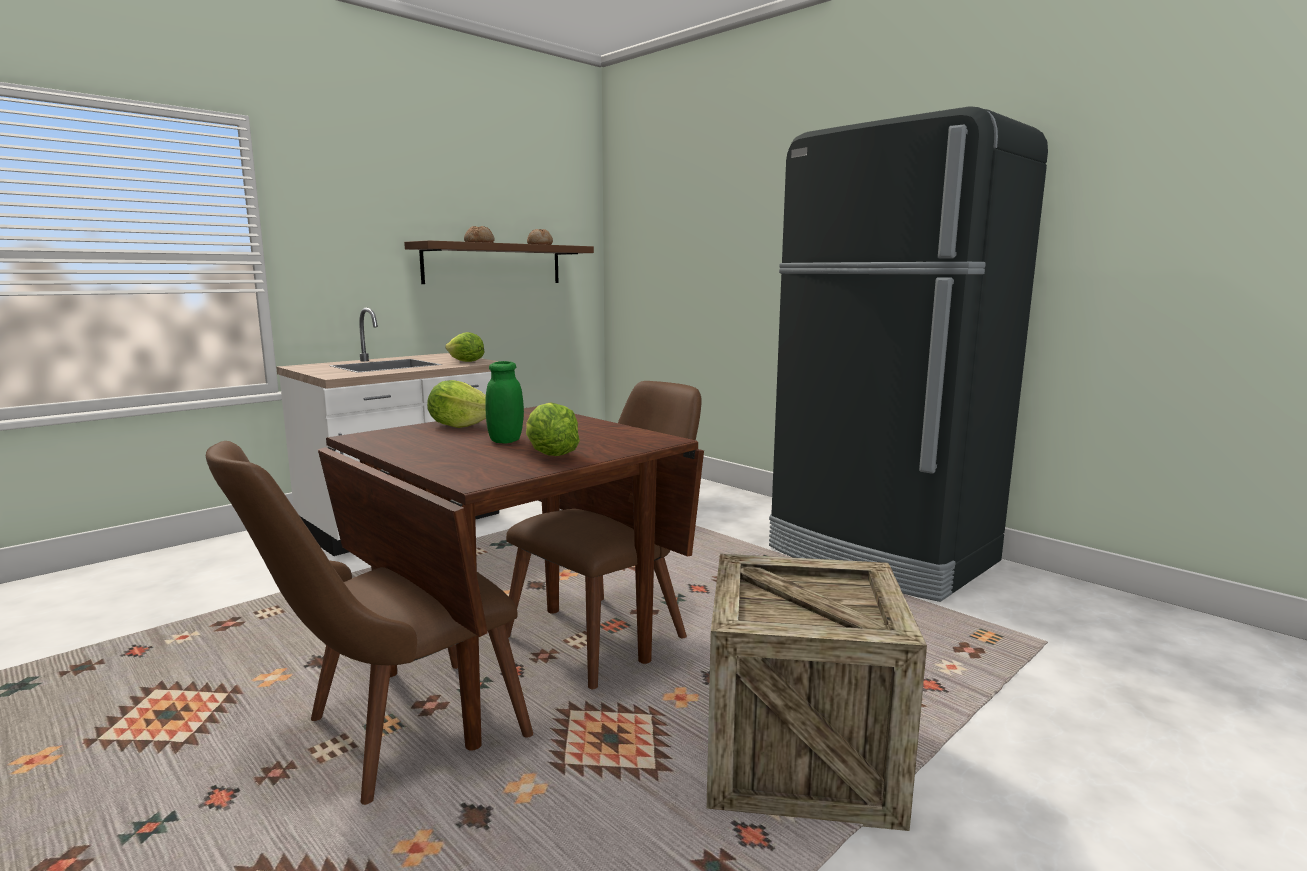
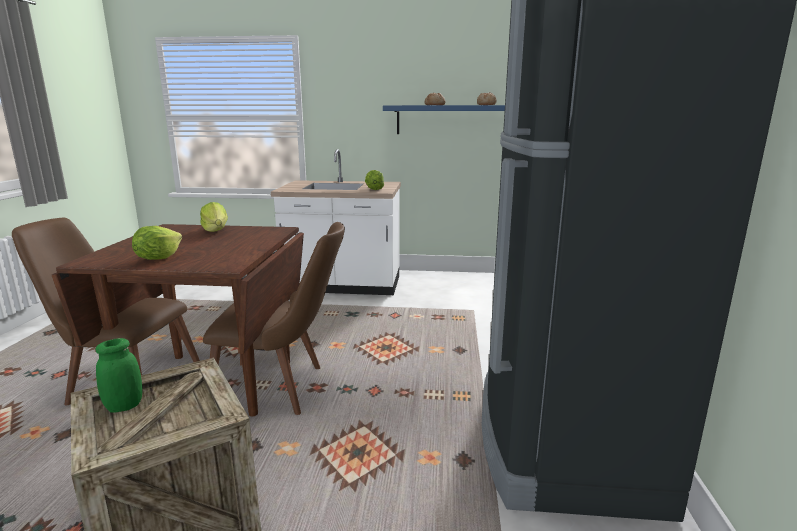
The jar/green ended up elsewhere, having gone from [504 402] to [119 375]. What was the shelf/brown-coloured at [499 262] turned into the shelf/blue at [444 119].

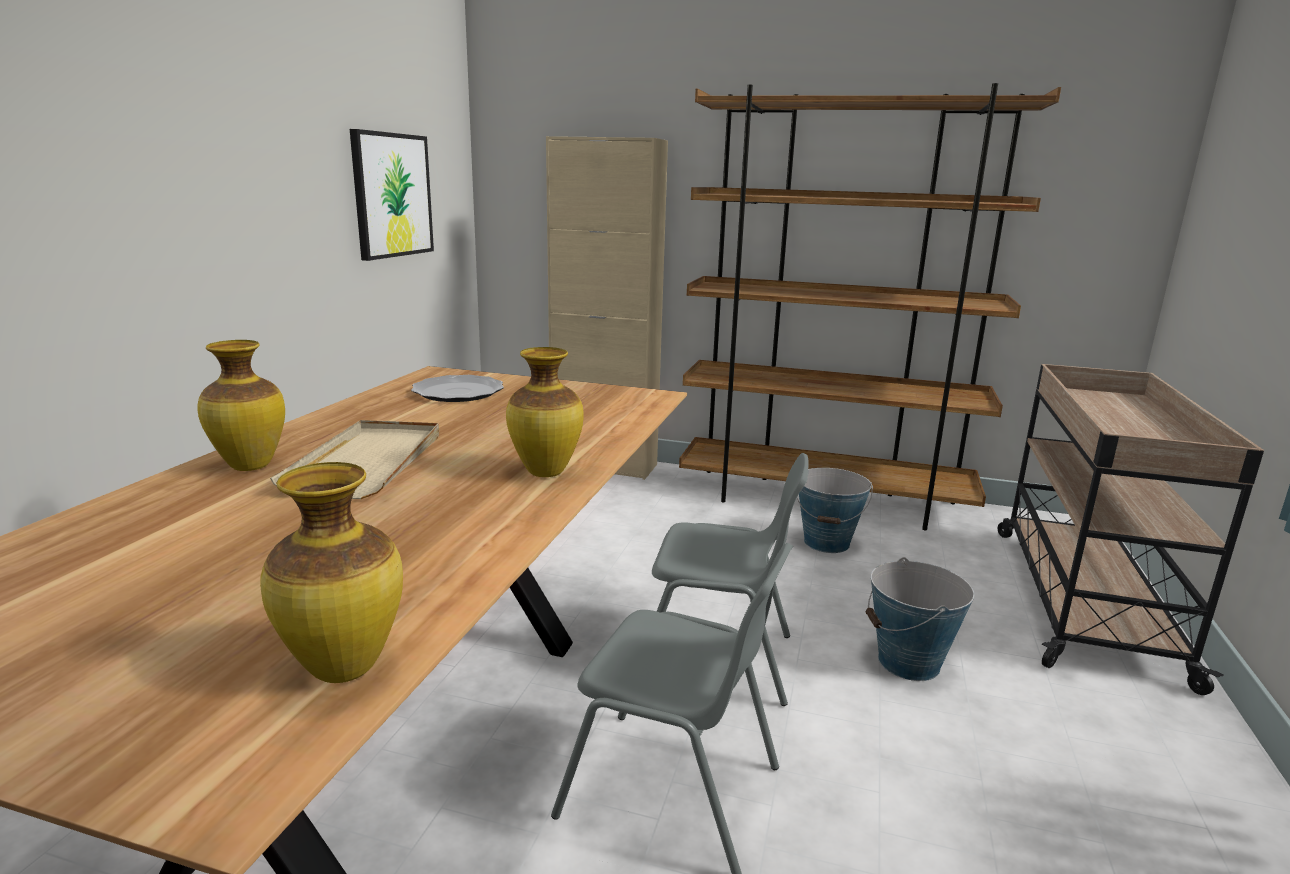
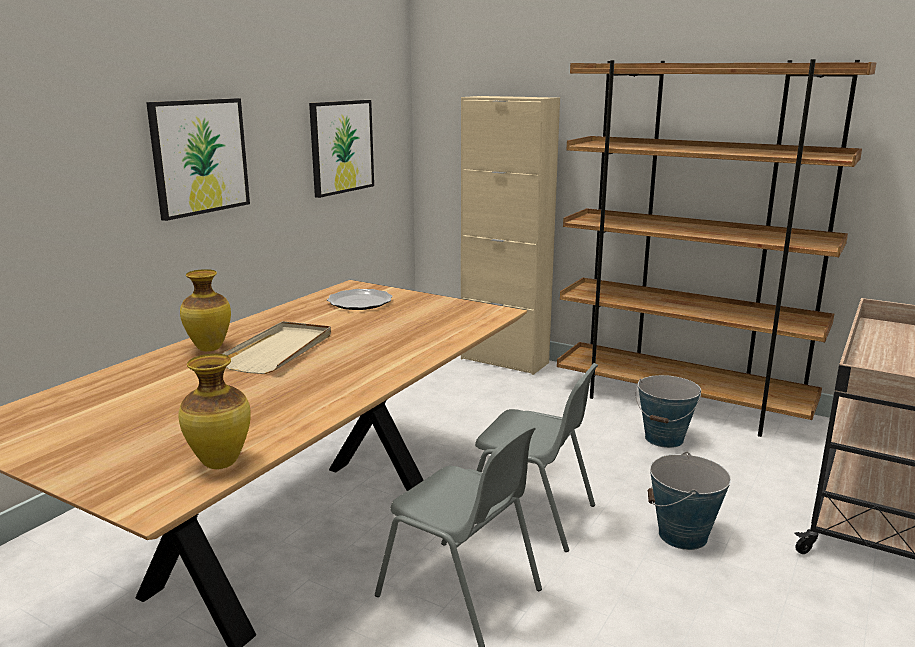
The second view gained the wall art at [198 159]. The second view lost the vase at [544 412].

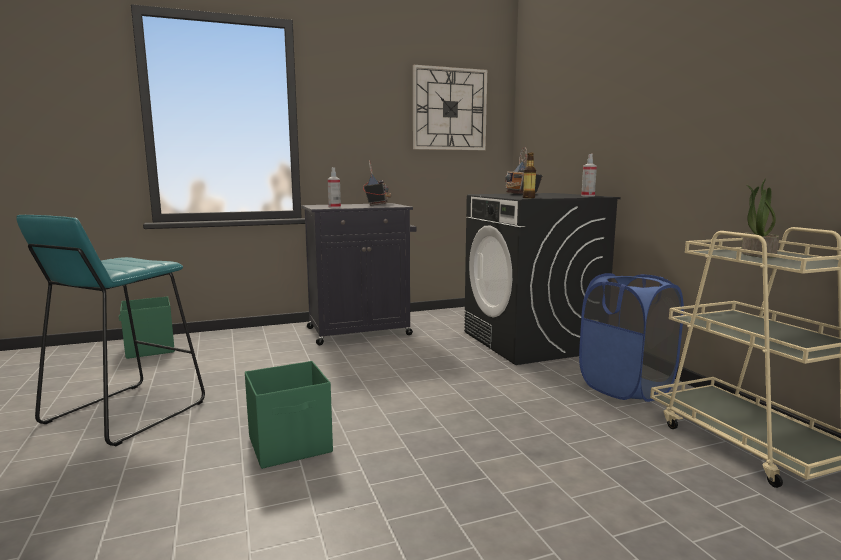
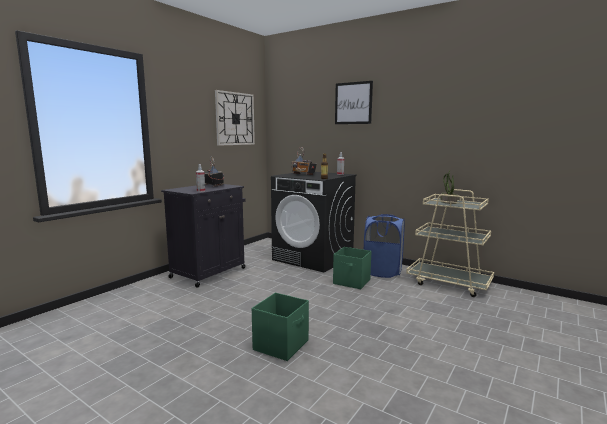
The storage box/green ended up elsewhere, having gone from [147 327] to [352 268]. The second view gained the wall art at [354 102]. The second view lost the sitting stool/turquoise at [110 330].

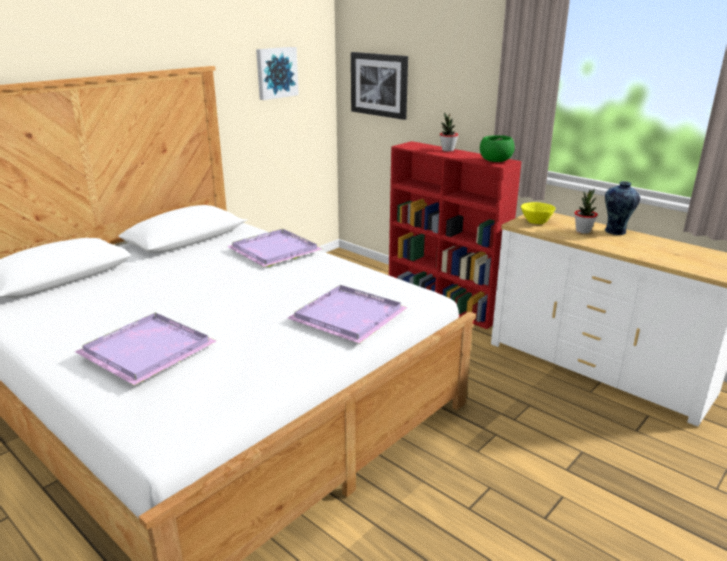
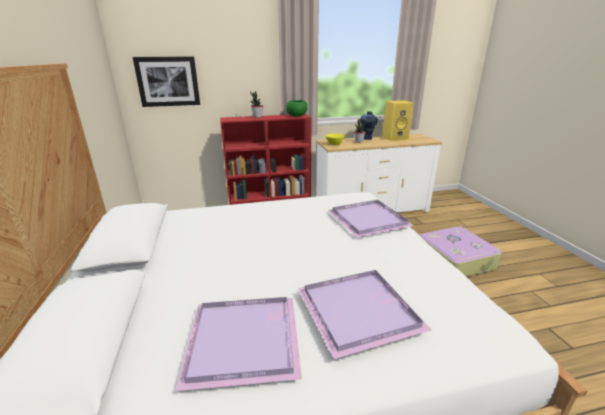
The tray/purple-coloured ended up elsewhere, having gone from [274 248] to [239 344]. The second view gained the speaker/yellow-coloured at [398 120]. The second view gained the piece of luggage at [460 252]. The second view lost the wall art at [277 73].

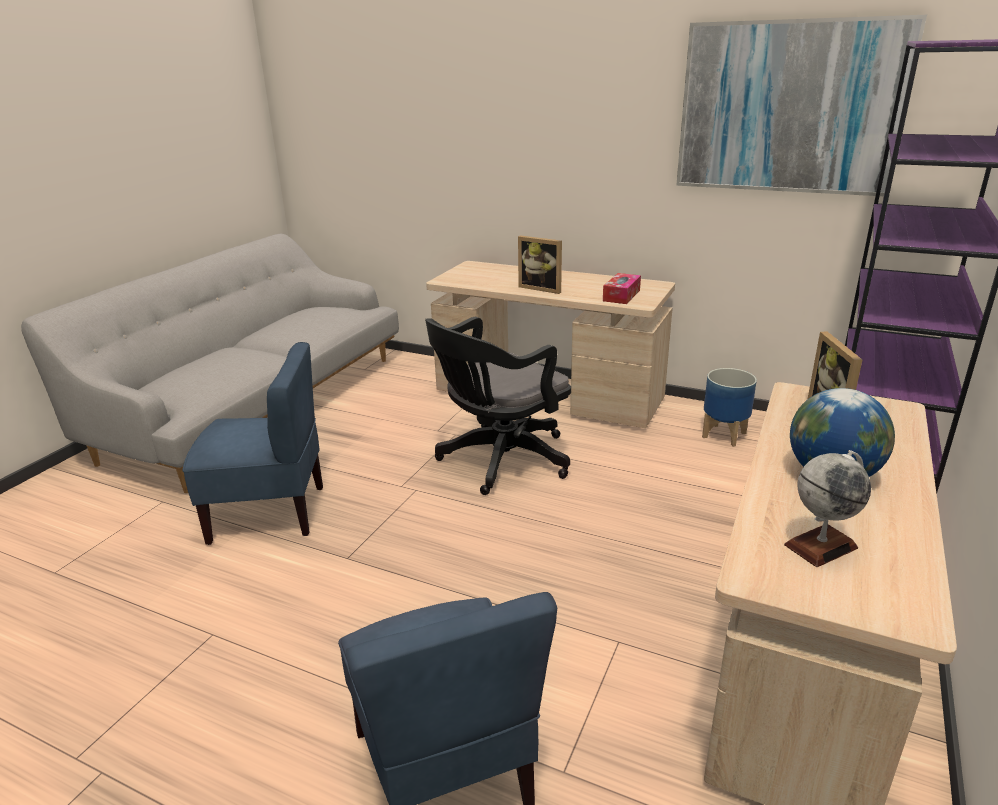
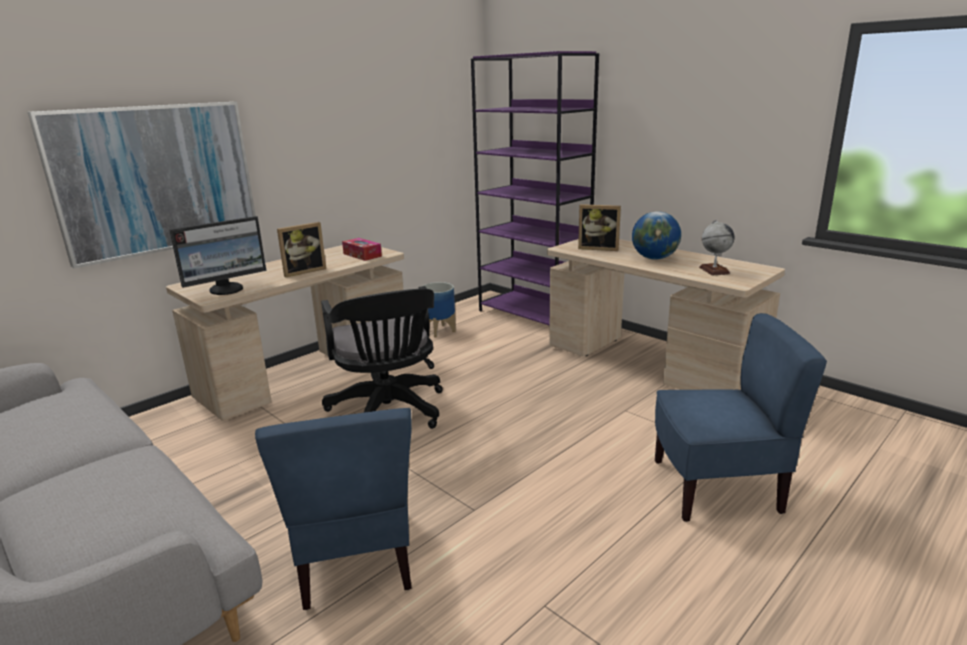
The wall art ended up elsewhere, having gone from [801 105] to [142 185]. The second view gained the monitor at [218 255]. The chair/blue at [252 443] ended up facing another way, 150 degrees clockwise from before.

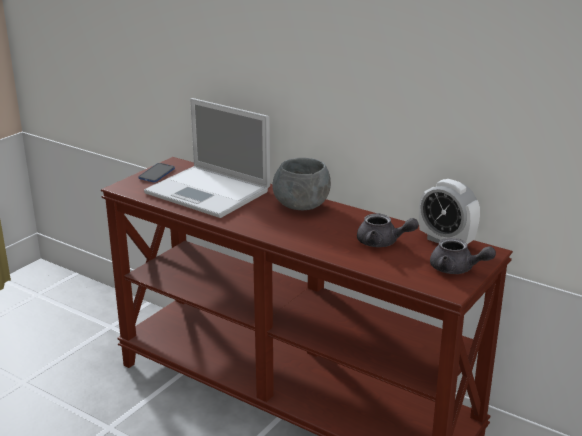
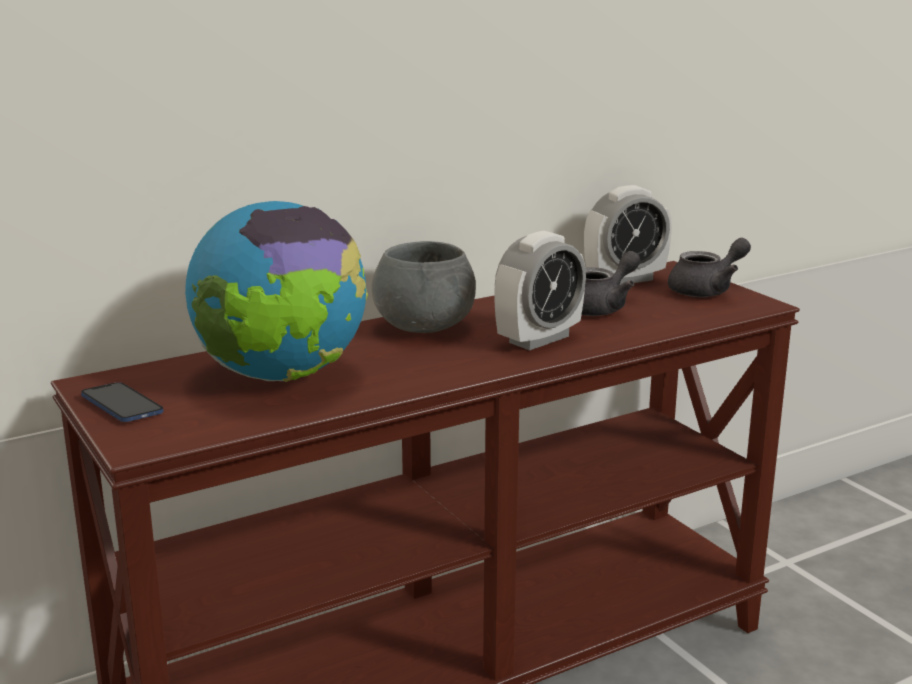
Where the laptop stood at [207 158], the world globe came to stand at [276 291]. The second view gained the bedside clock at [540 290].

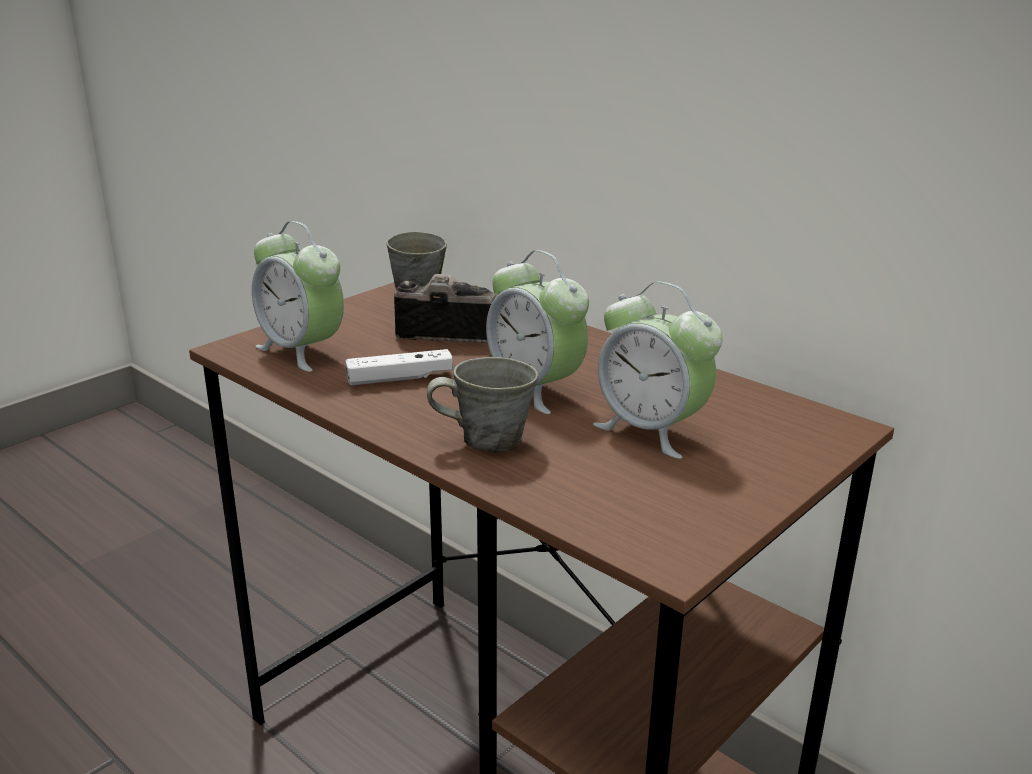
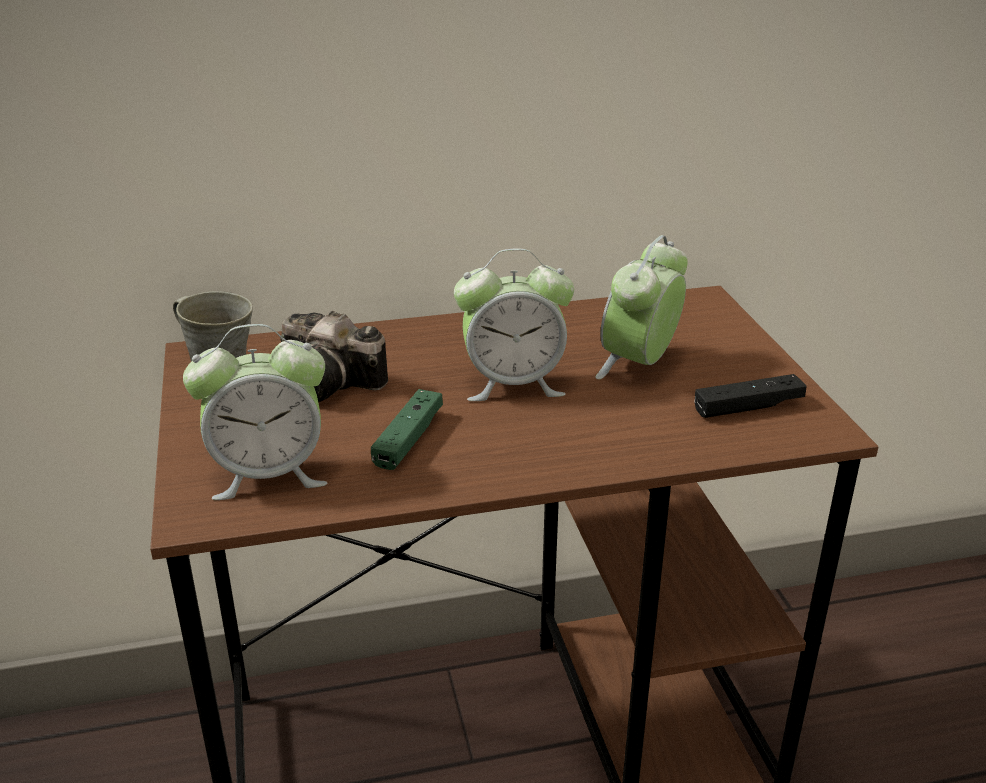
The photo camera at [445 308] ended up facing another way, 105 degrees counterclockwise from before. What was the game controller/white at [399 367] turned into the game controller/green at [407 429]. The bedside clock at [658 370] ended up facing another way, 135 degrees clockwise from before. The second view gained the game controller/blackish at [751 396]. The second view lost the coffee mug/greyish at [482 405].

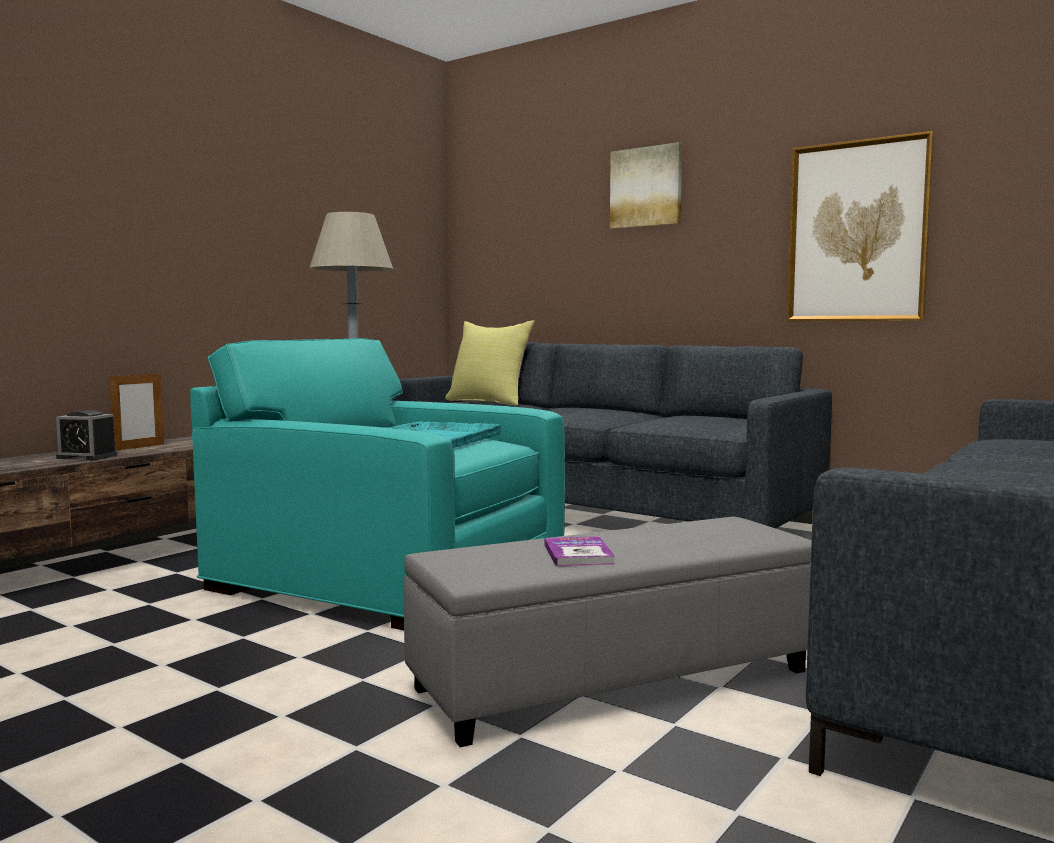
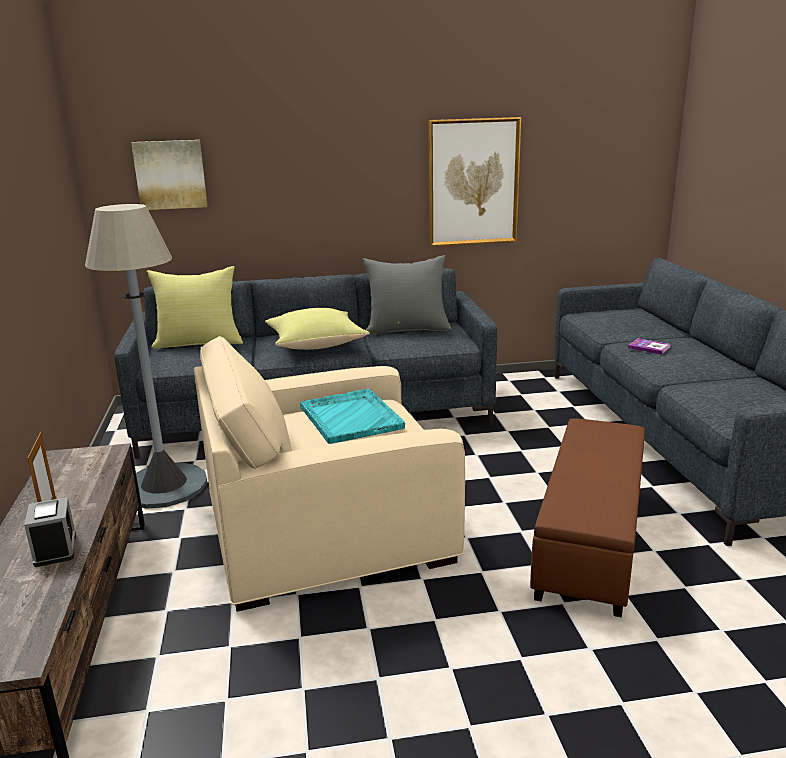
The bedside clock at [87 435] ended up facing another way, 75 degrees counterclockwise from before. The wall art ended up elsewhere, having gone from [646 185] to [169 175]. What was the armchair/turquoise at [377 484] turned into the armchair/beige-coloured at [329 474]. The second view gained the cushion/yellow-coloured at [317 329]. The second view gained the cushion/greyish at [407 294]. What was the ottoman/greyish at [608 632] turned into the ottoman/brown-coloured at [587 518]. The bound book ended up elsewhere, having gone from [580 551] to [649 346].

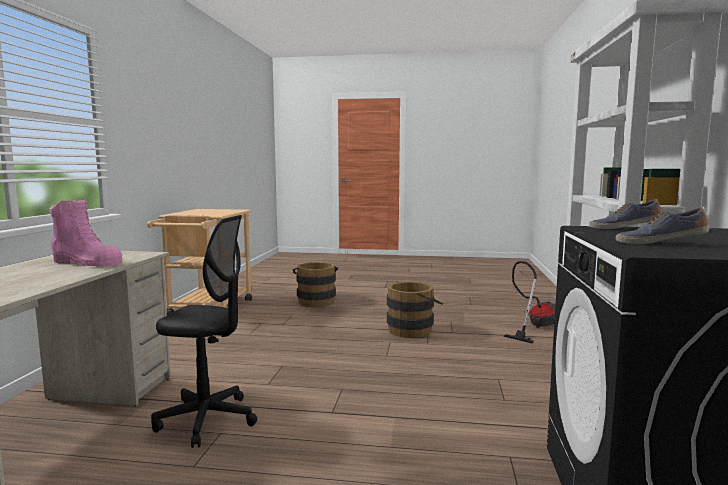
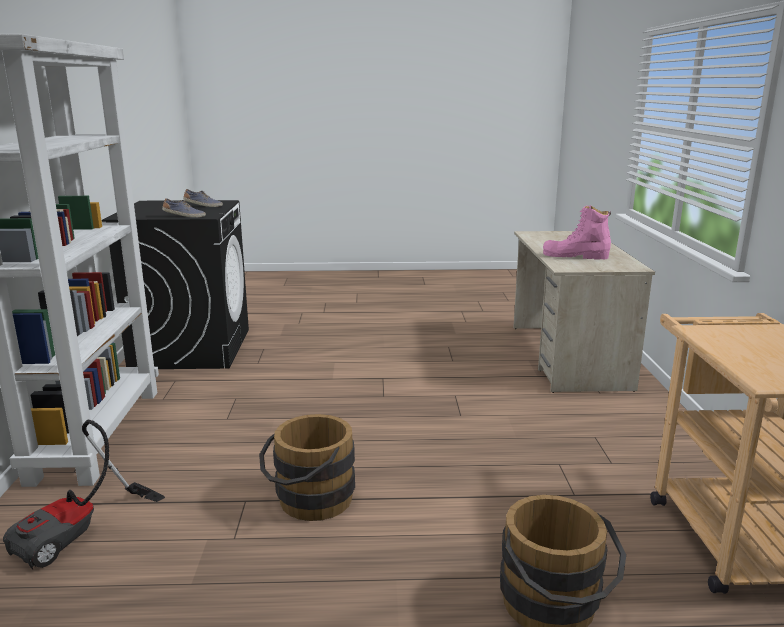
The second view lost the computer chair/blackish at [204 331].

